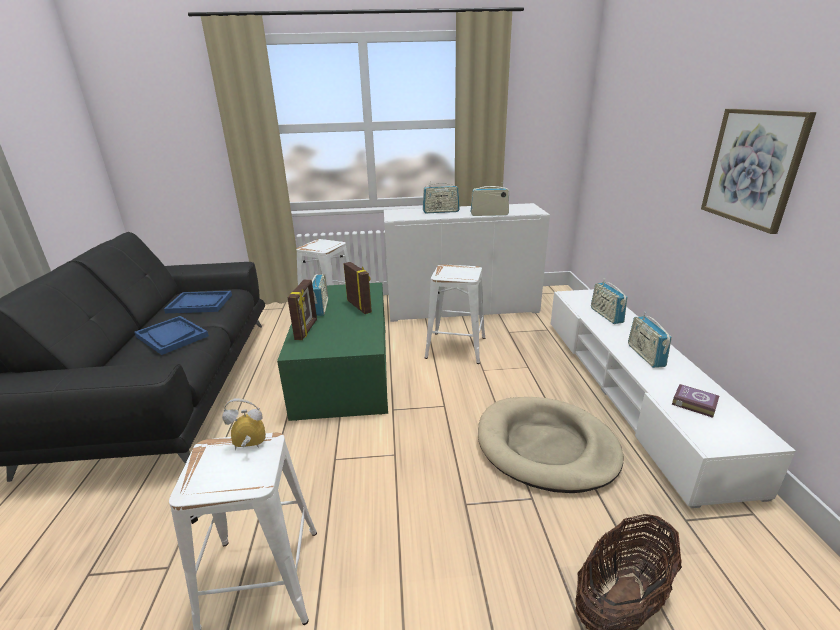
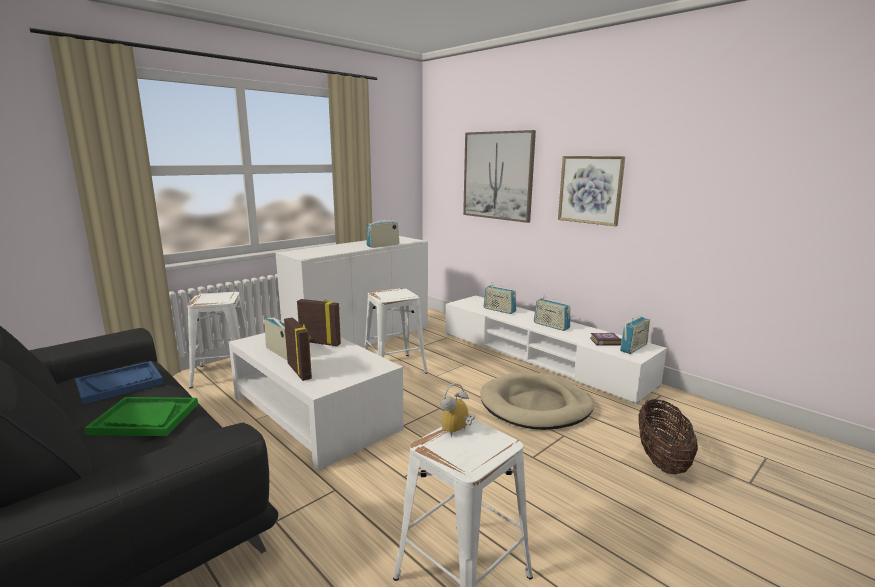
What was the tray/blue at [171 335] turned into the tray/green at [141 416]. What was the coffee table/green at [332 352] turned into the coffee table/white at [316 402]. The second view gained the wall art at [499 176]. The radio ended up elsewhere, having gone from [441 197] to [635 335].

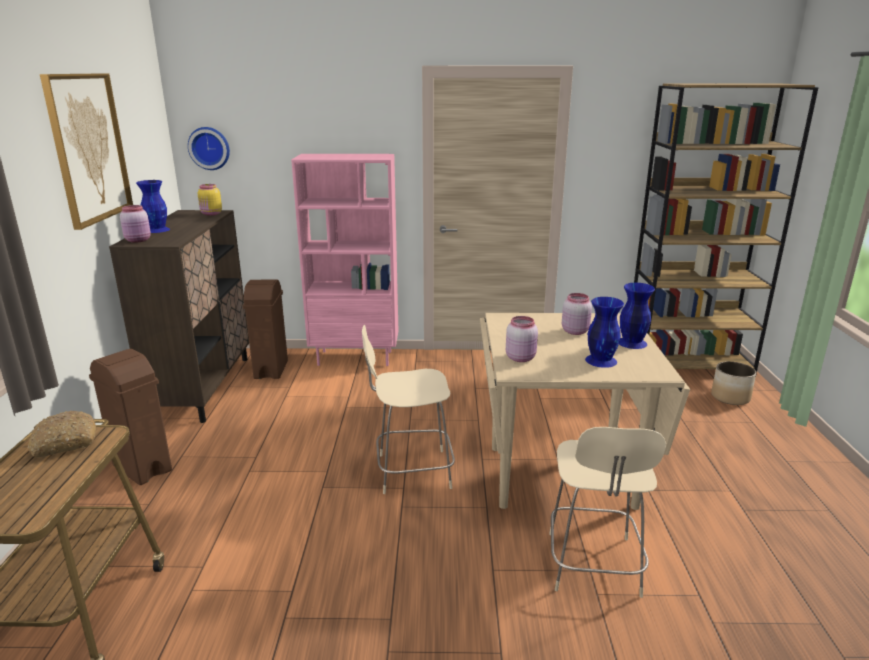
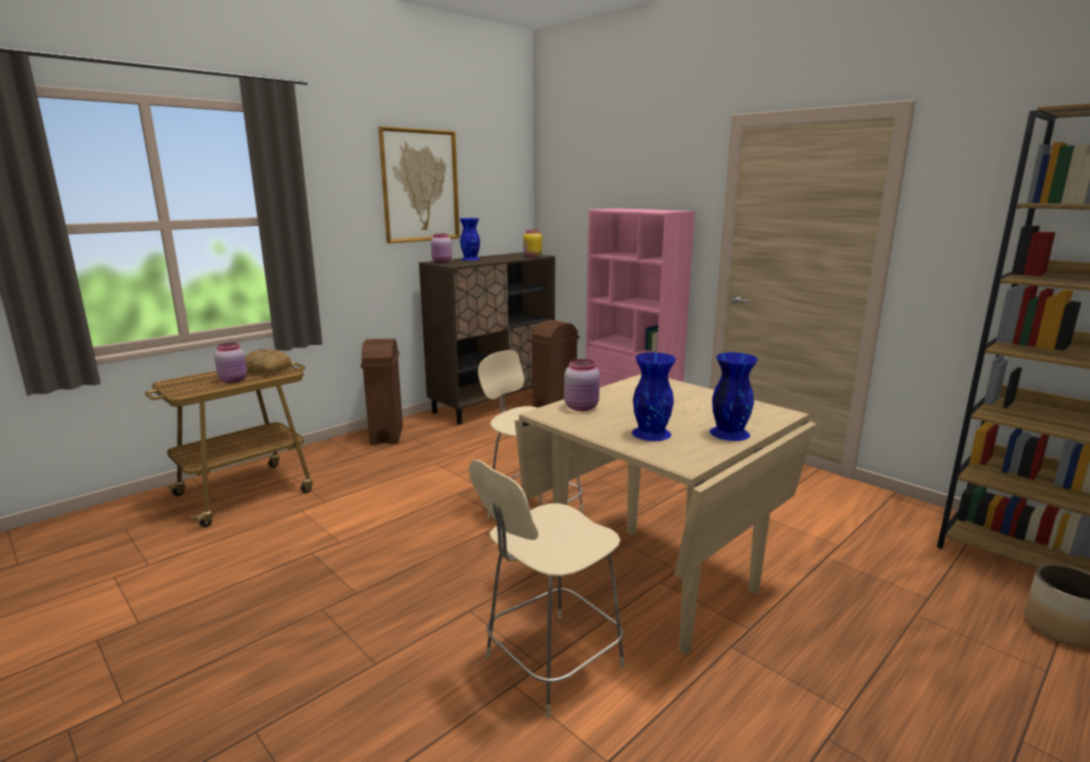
The jar/pink ended up elsewhere, having gone from [577 314] to [230 363]. The second view lost the hanging clock at [209 148].

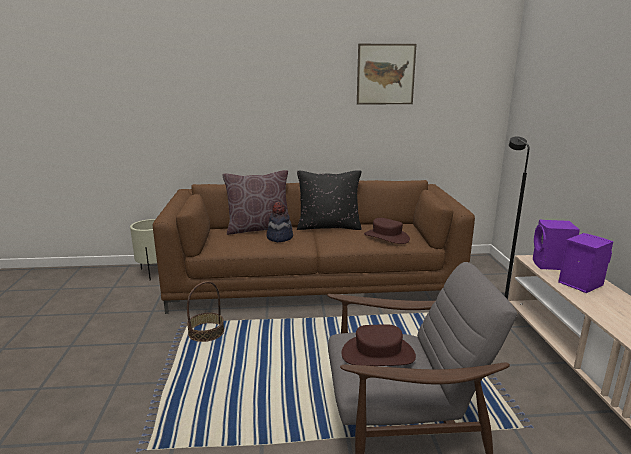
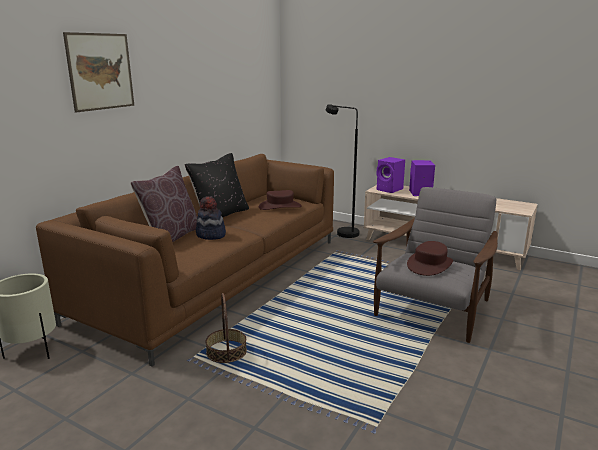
The wall art ended up elsewhere, having gone from [386 74] to [98 72].

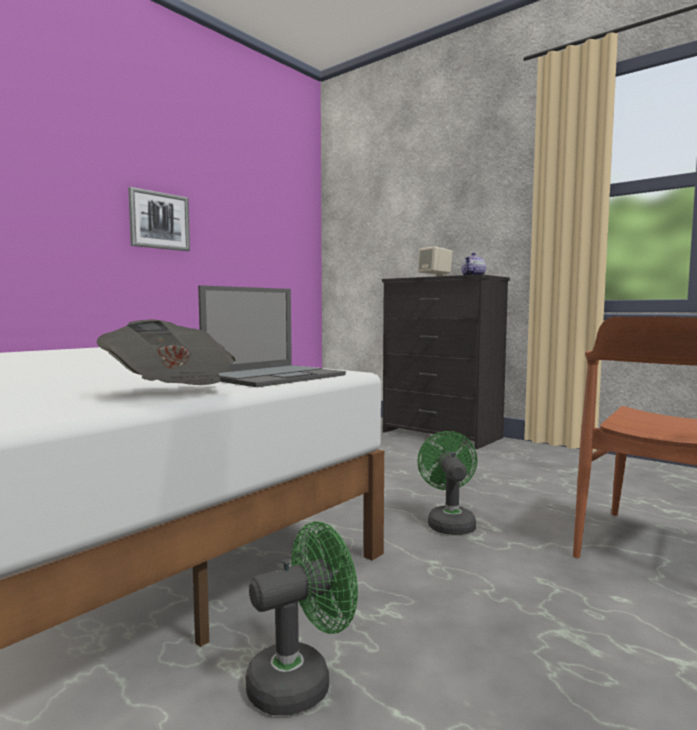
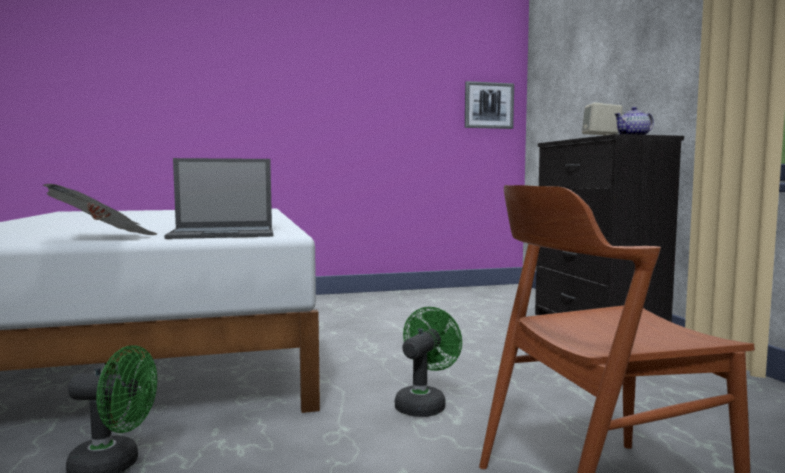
The wall art ended up elsewhere, having gone from [159 219] to [489 105].

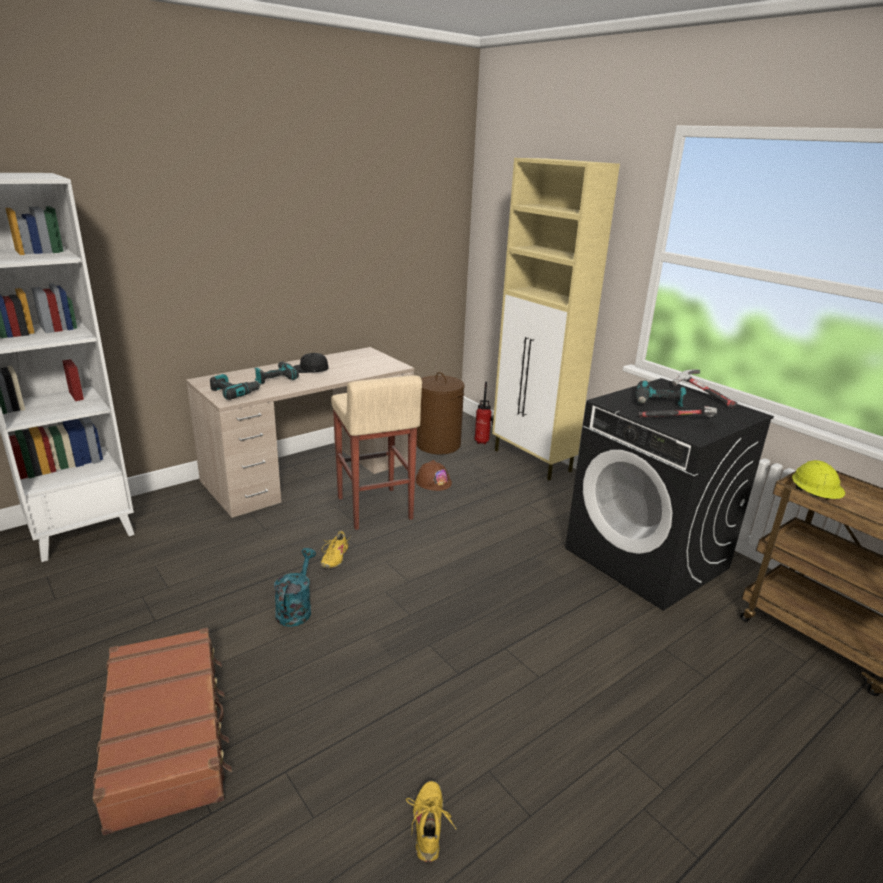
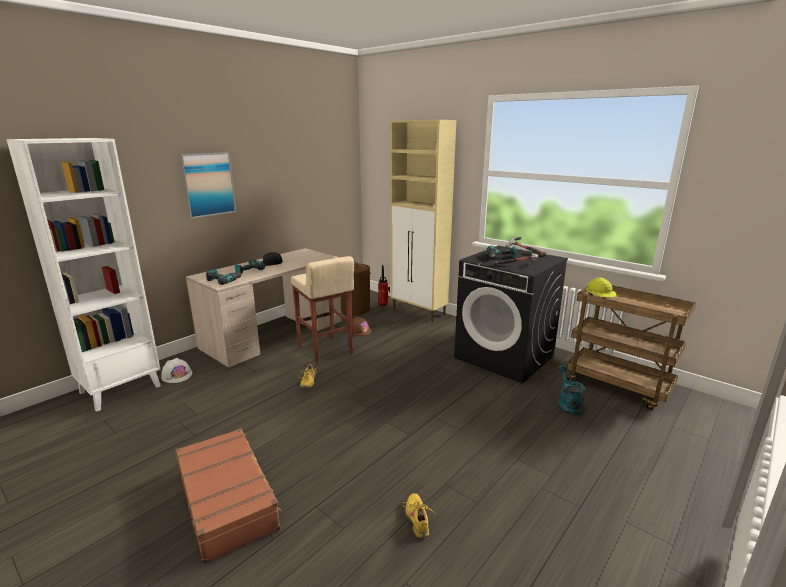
The second view gained the hard hat/white at [177 370]. The second view gained the wall art at [207 185]. The sprinkling can/turquoise ended up elsewhere, having gone from [295 587] to [572 390].

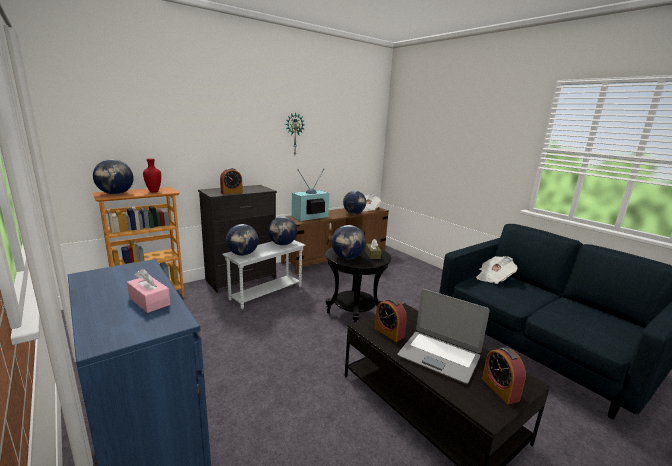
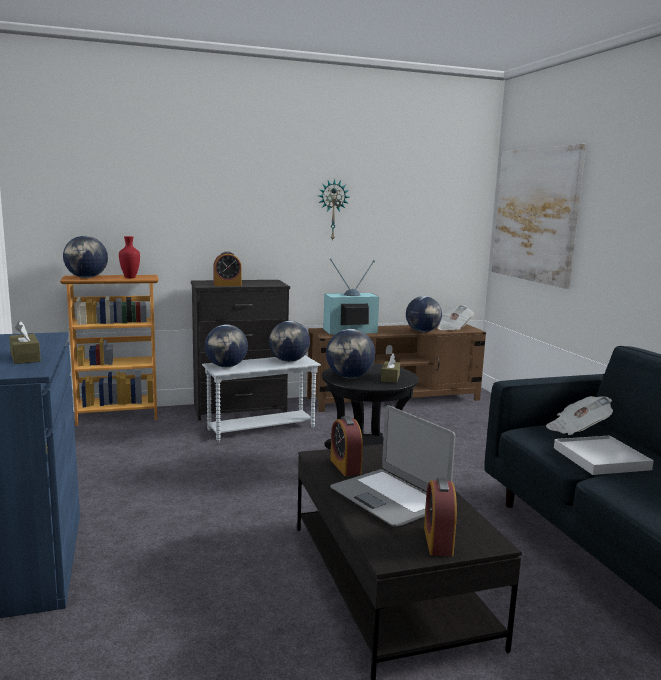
What was the tissue holder/pink at [148 290] turned into the tissue holder/brown-coloured at [25 342]. The second view gained the wall art at [539 216]. The second view gained the tray/white at [604 455].

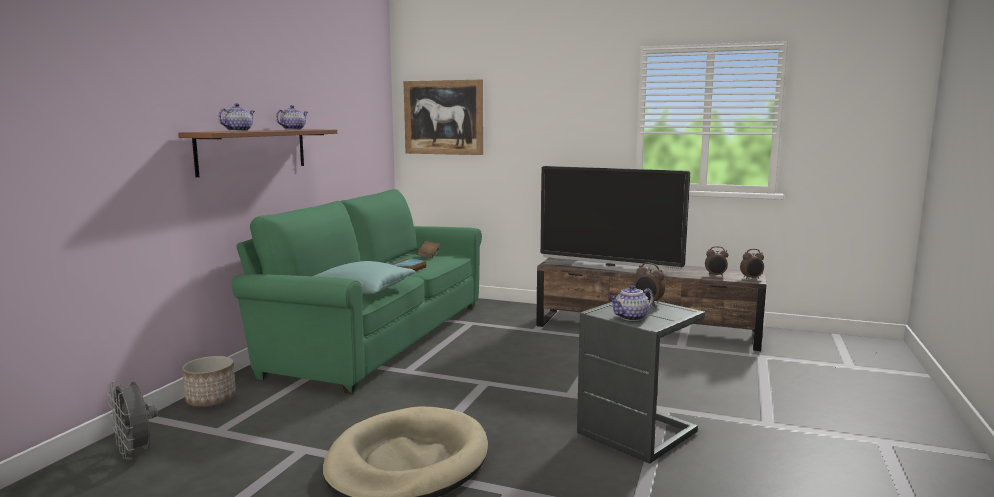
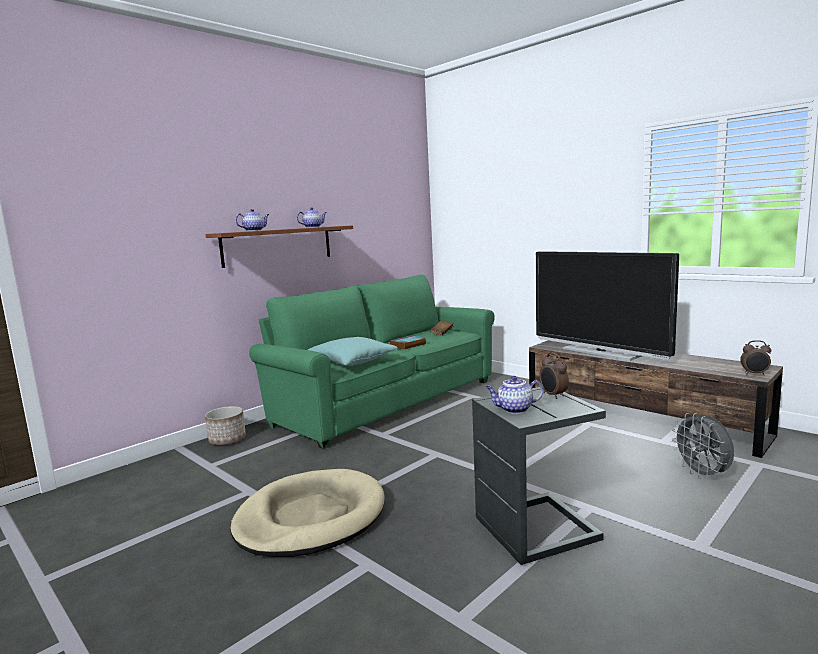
The cooling fan/greyish ended up elsewhere, having gone from [133 420] to [703 446]. The second view lost the wall art at [443 117]. The second view lost the bedside clock at [716 261].

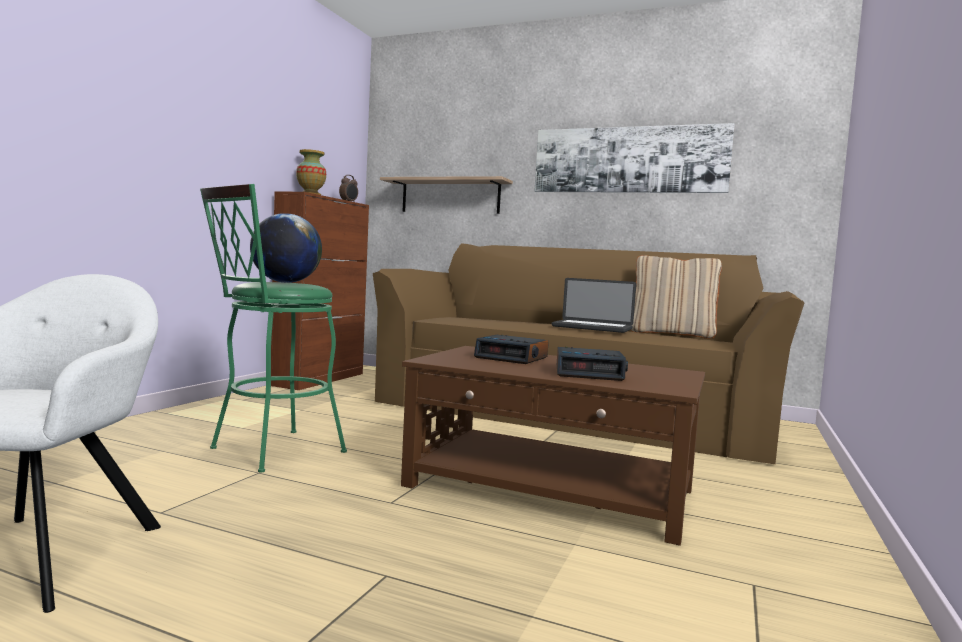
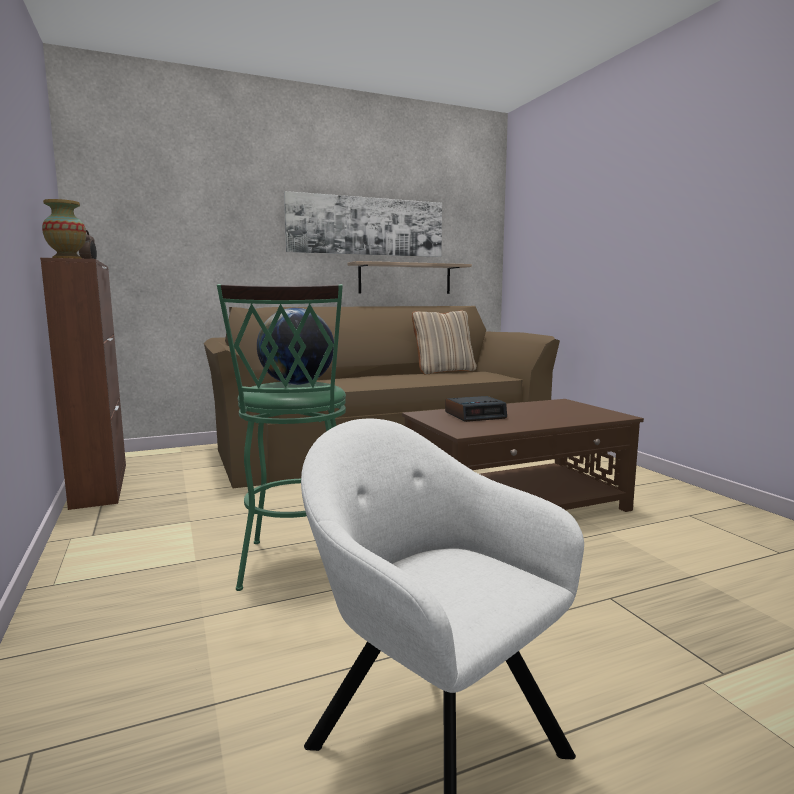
The shelf ended up elsewhere, having gone from [446 195] to [410 277]. The second view lost the laptop at [594 305]. The second view lost the bedside clock at [592 364].

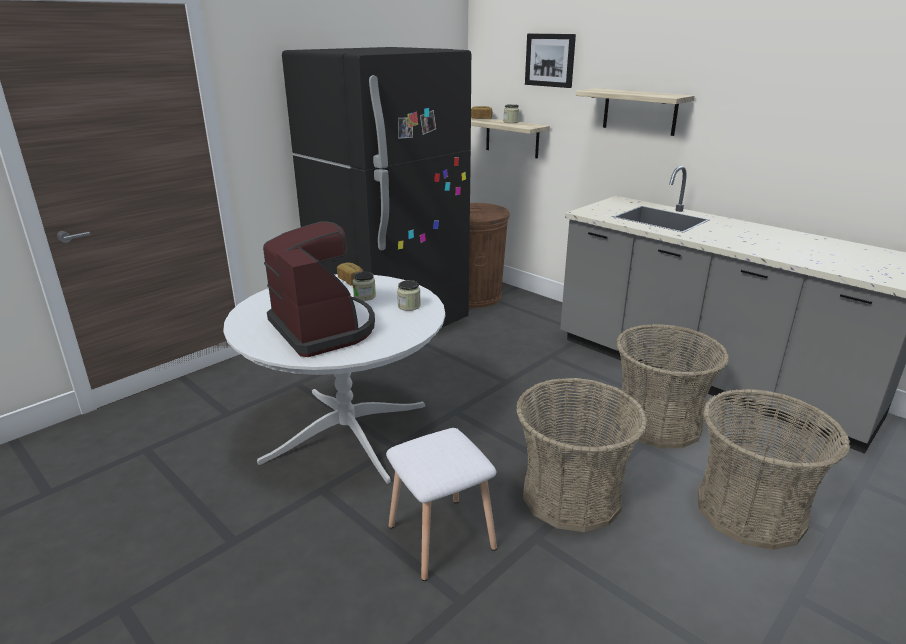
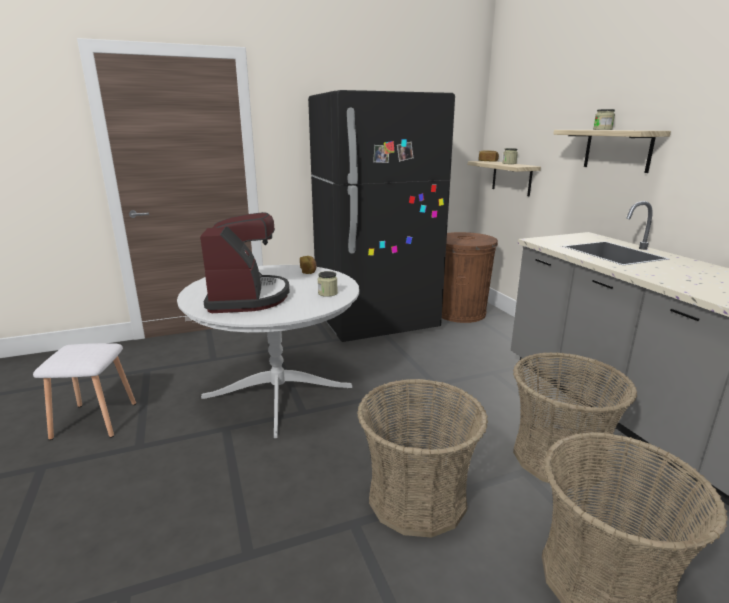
The sitting stool/white ended up elsewhere, having gone from [441 504] to [84 391]. The jar ended up elsewhere, having gone from [364 286] to [604 119]. The second view lost the wall art at [550 61].

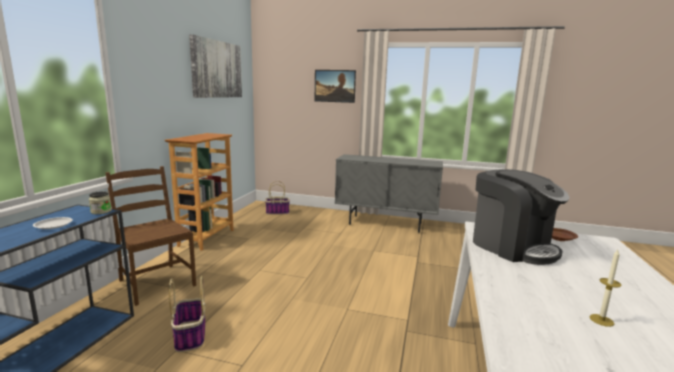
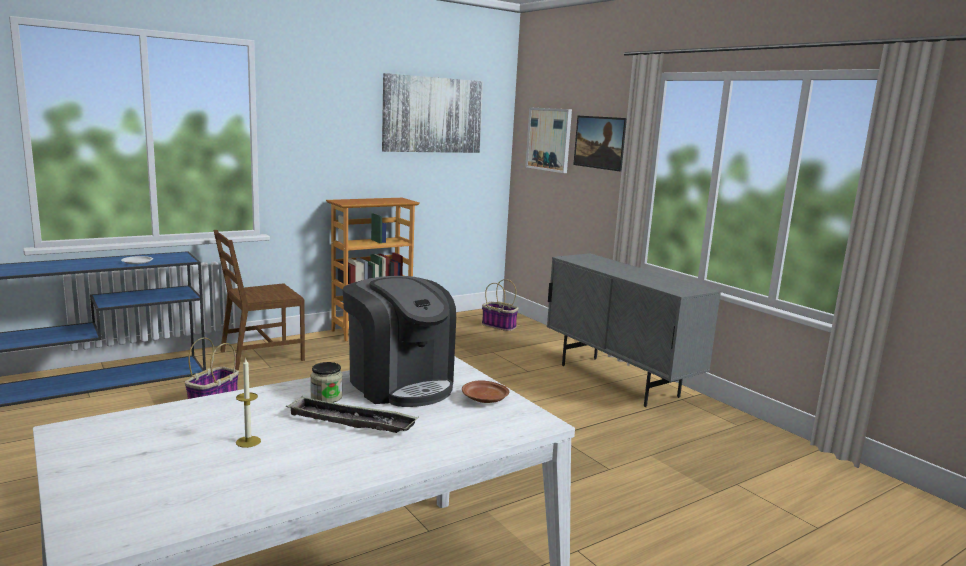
The chair/brown-coloured at [150 236] ended up facing another way, 120 degrees counterclockwise from before. The second view gained the tray at [352 414]. The jar ended up elsewhere, having gone from [100 202] to [326 382]. The coffee maker at [521 217] ended up facing another way, 45 degrees counterclockwise from before. The second view gained the wall art at [548 140].

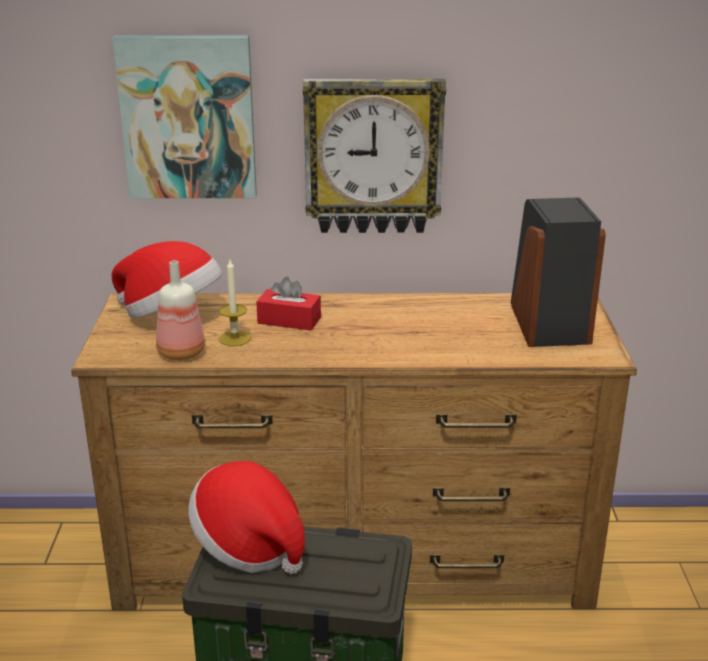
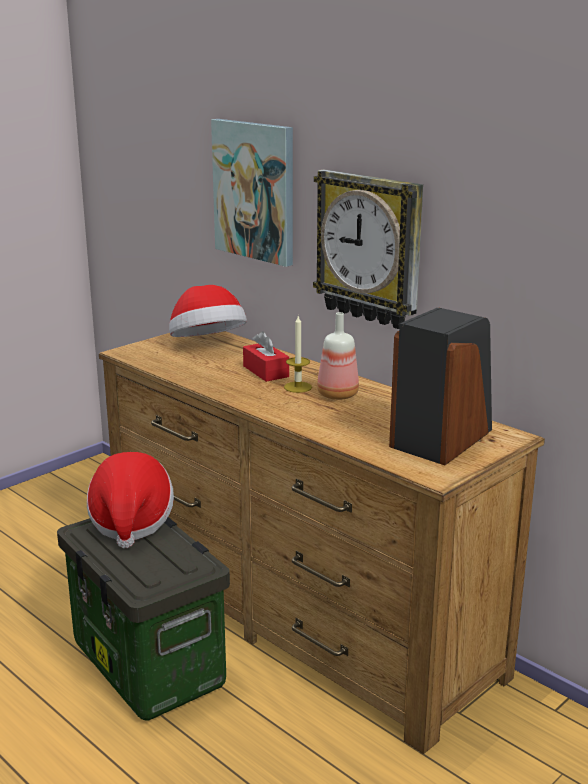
The wax light ended up elsewhere, having gone from [235 303] to [298 354]. The drink bottle ended up elsewhere, having gone from [180 310] to [338 356].

